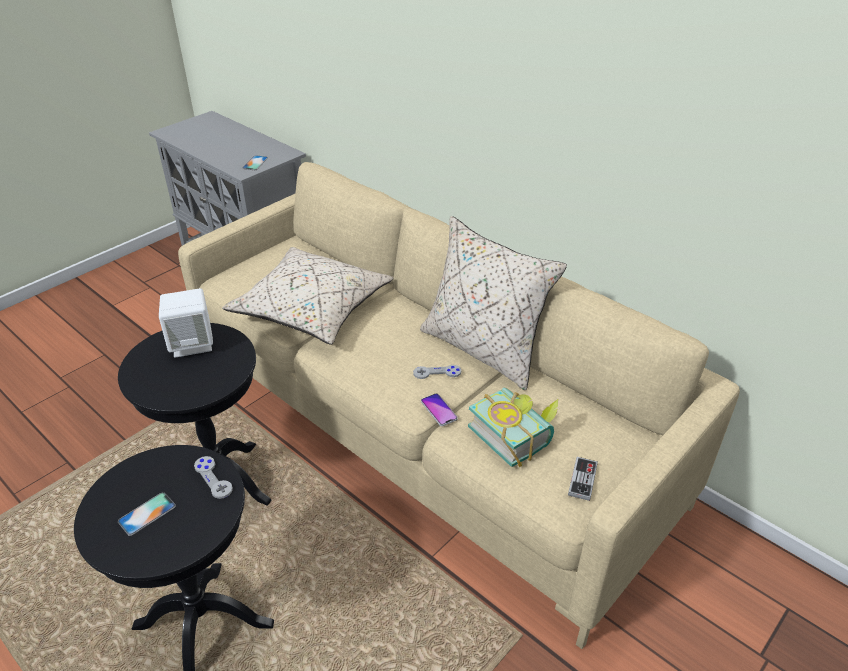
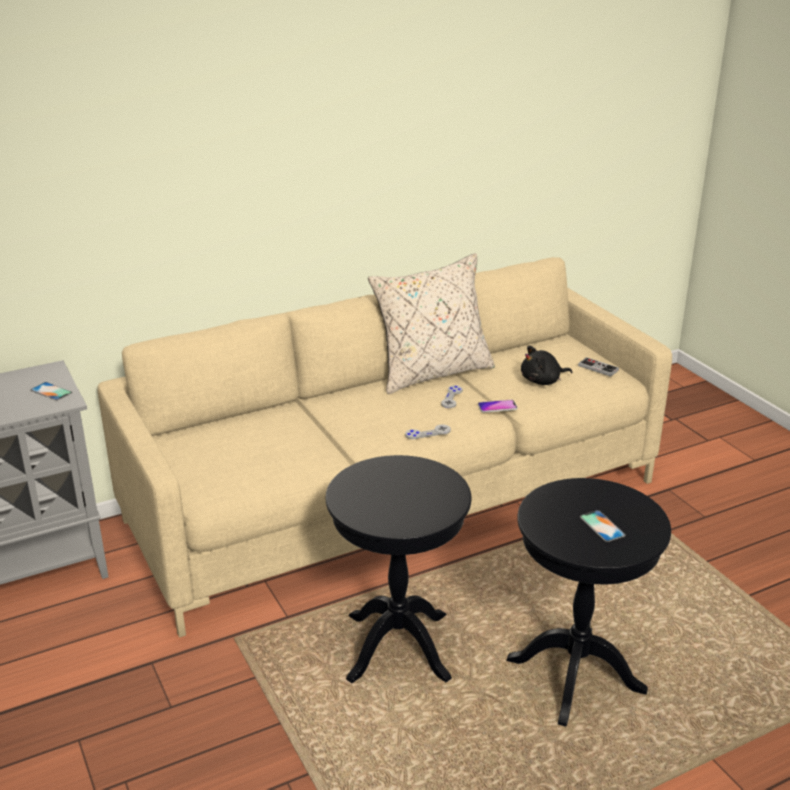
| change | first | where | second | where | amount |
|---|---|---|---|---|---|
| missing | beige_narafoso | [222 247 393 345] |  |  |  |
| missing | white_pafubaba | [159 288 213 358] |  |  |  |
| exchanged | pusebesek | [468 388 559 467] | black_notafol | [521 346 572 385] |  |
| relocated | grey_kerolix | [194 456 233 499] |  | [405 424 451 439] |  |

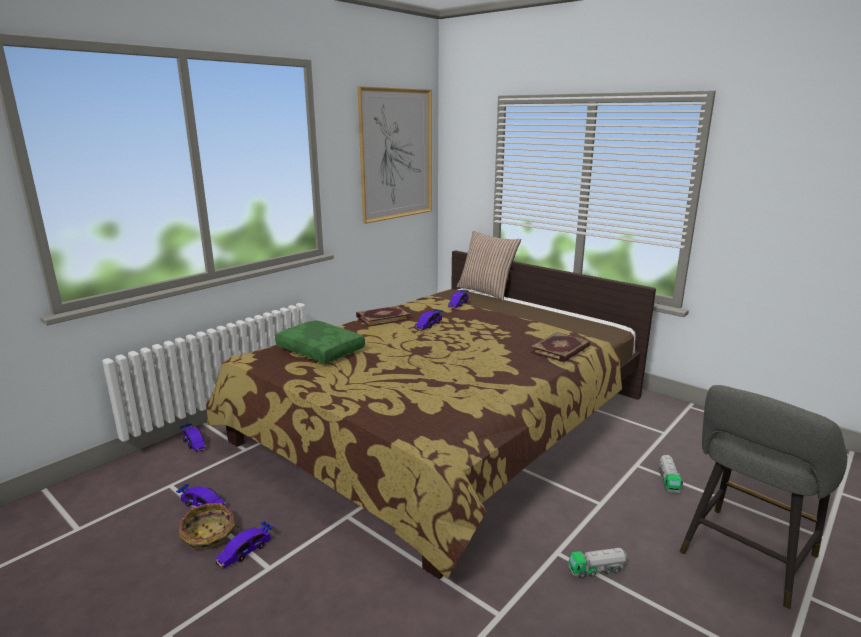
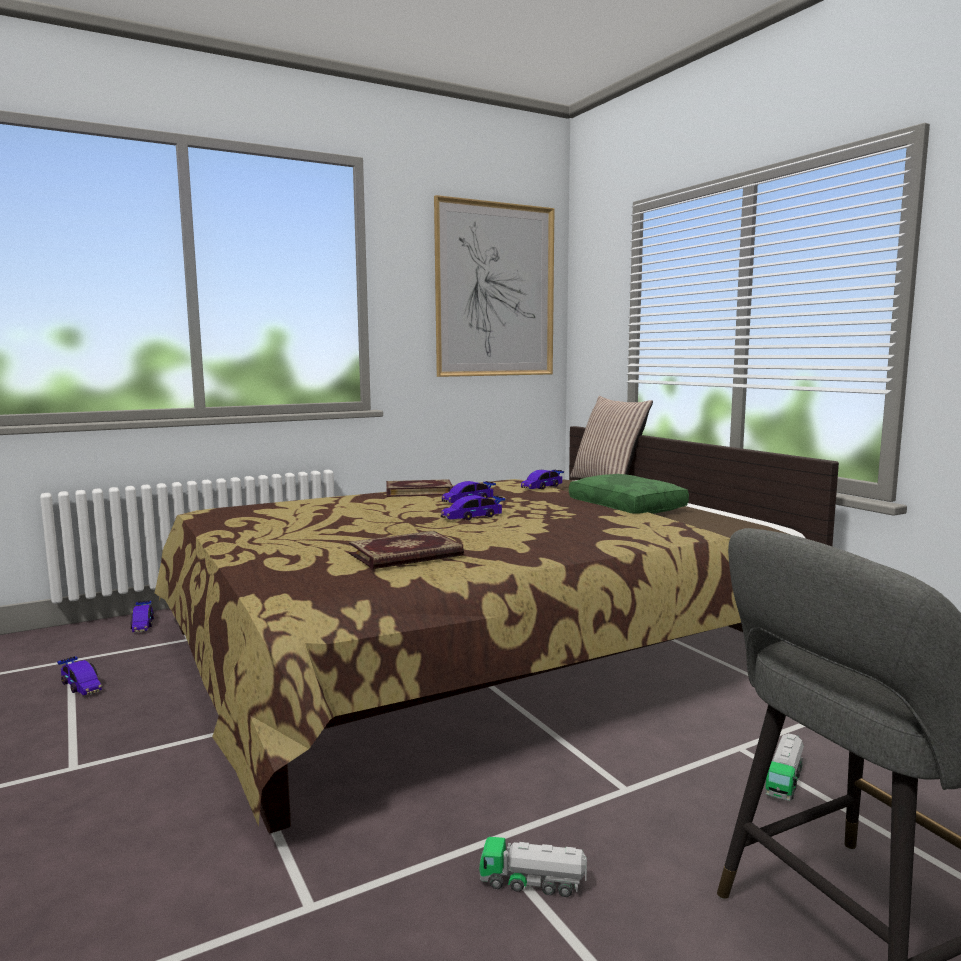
| change | first | where | second | where | amount |
|---|---|---|---|---|---|
| relocated | green_narafoso | [275 320 365 363] |  | [569 474 689 514] |  |
| relocated | pusebesek | [530 332 590 362] |  | [349 531 464 569] |  |
| missing | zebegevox | [179 503 241 550] |  |  |  |
| relocated | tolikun | [215 521 273 568] |  | [441 495 506 520] |  |

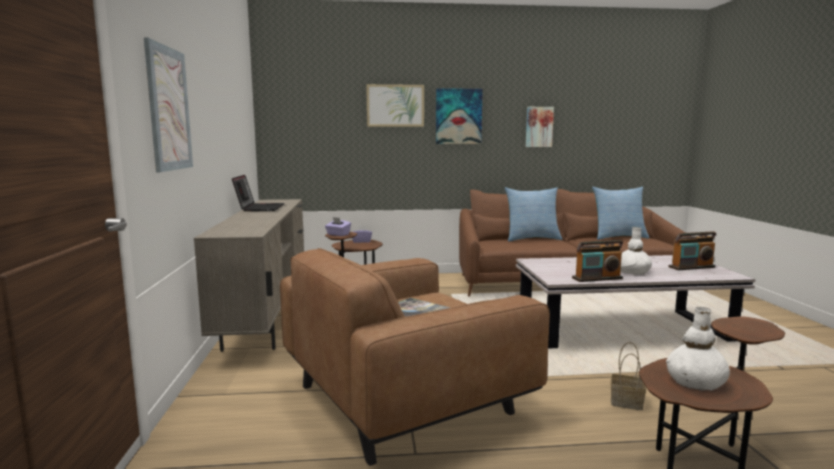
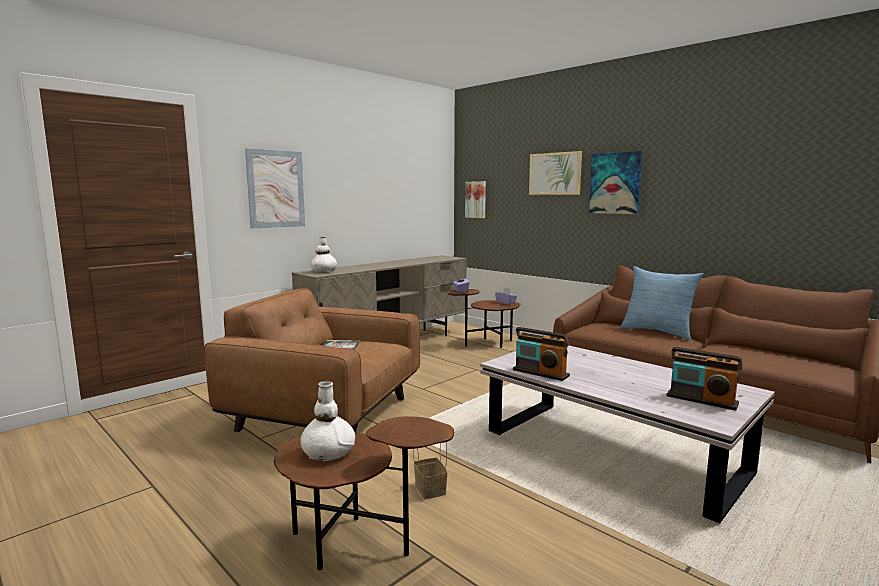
| change | first | where | second | where | amount |
|---|---|---|---|---|---|
| relocated | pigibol | [526 107 554 147] |  | [465 181 486 218] |  |
| missing | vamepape | [232 175 284 211] |  |  |  |
| missing | narafoso | [592 187 649 240] |  |  |  |
| relocated | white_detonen | [621 227 652 275] |  | [311 236 337 273] |  |

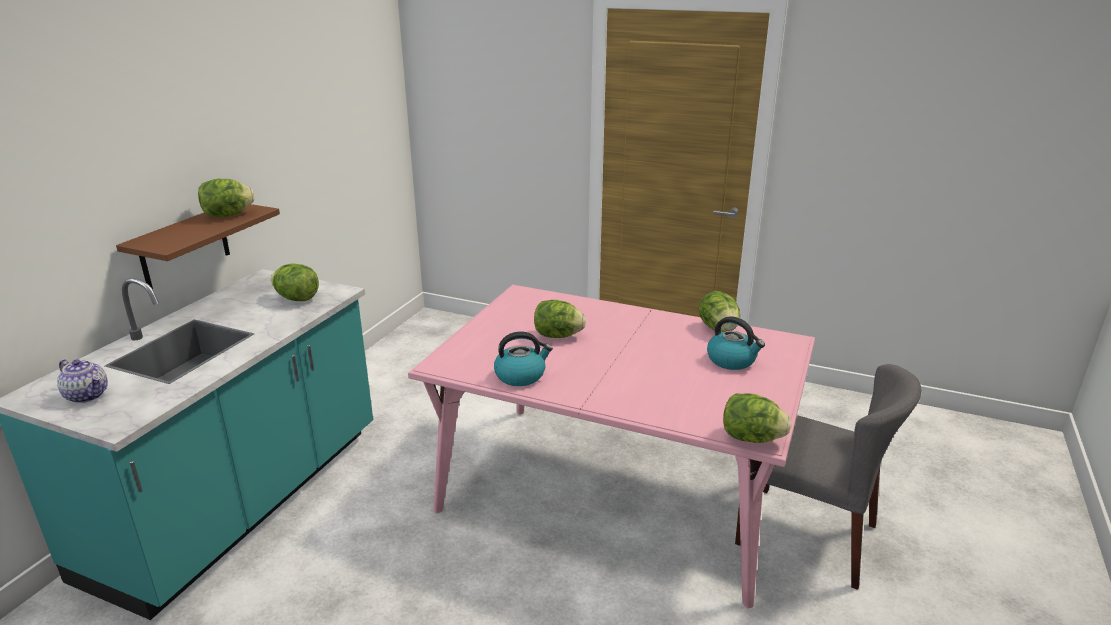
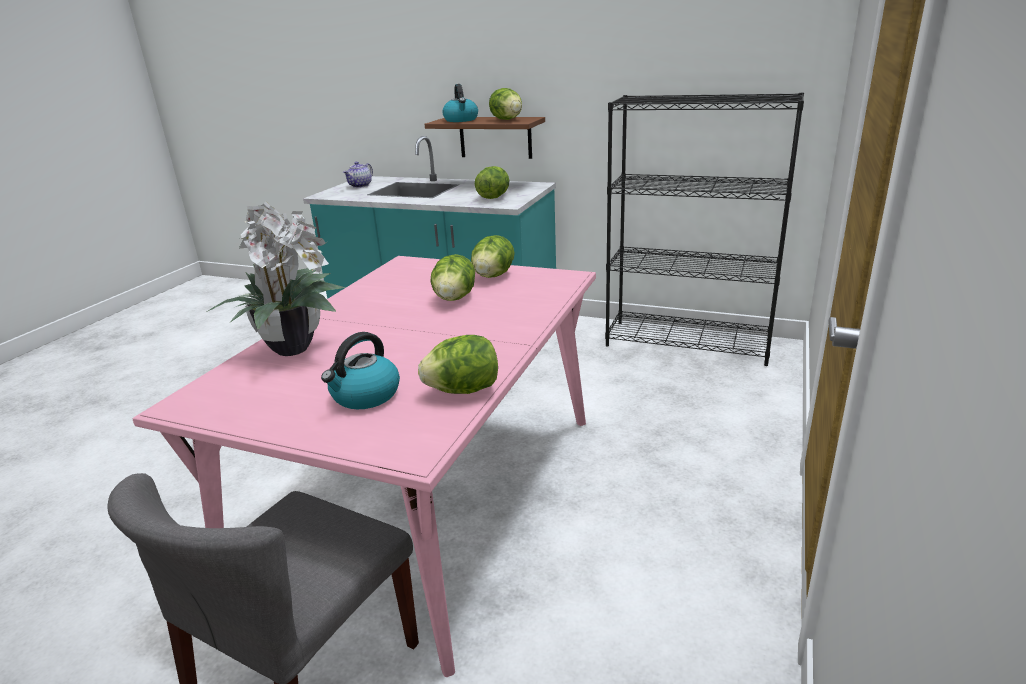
| change | first | where | second | where | amount |
|---|---|---|---|---|---|
| relocated | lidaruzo | [494 331 553 386] |  | [442 84 478 122] |  |
| relocated | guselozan | [723 393 792 443] |  | [471 235 515 278] |  |
| appeared |  |  | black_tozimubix | [605 93 804 366] |  |
| appeared |  |  | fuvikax | [208 201 346 356] |  |

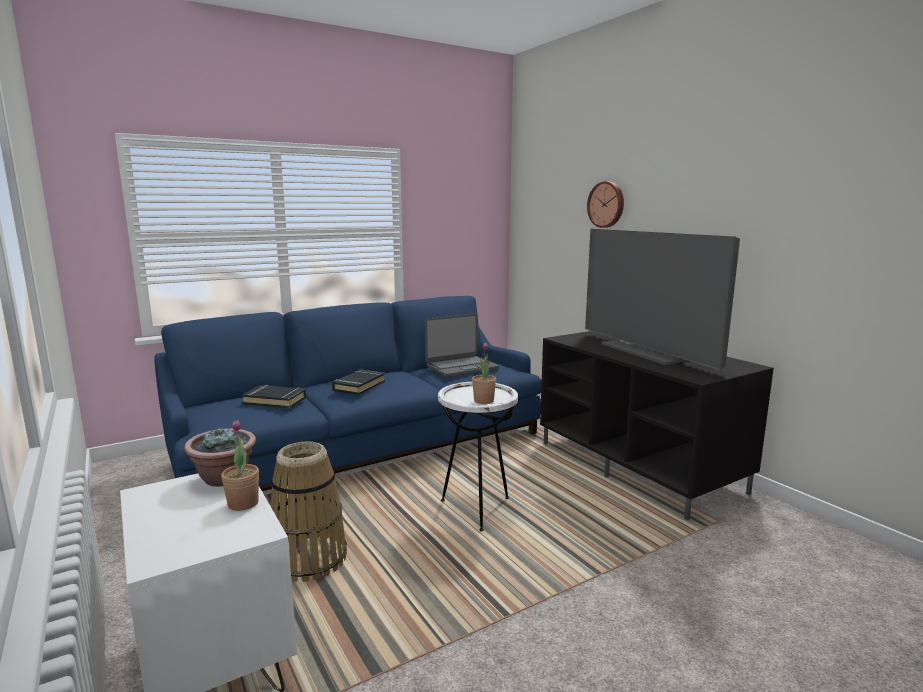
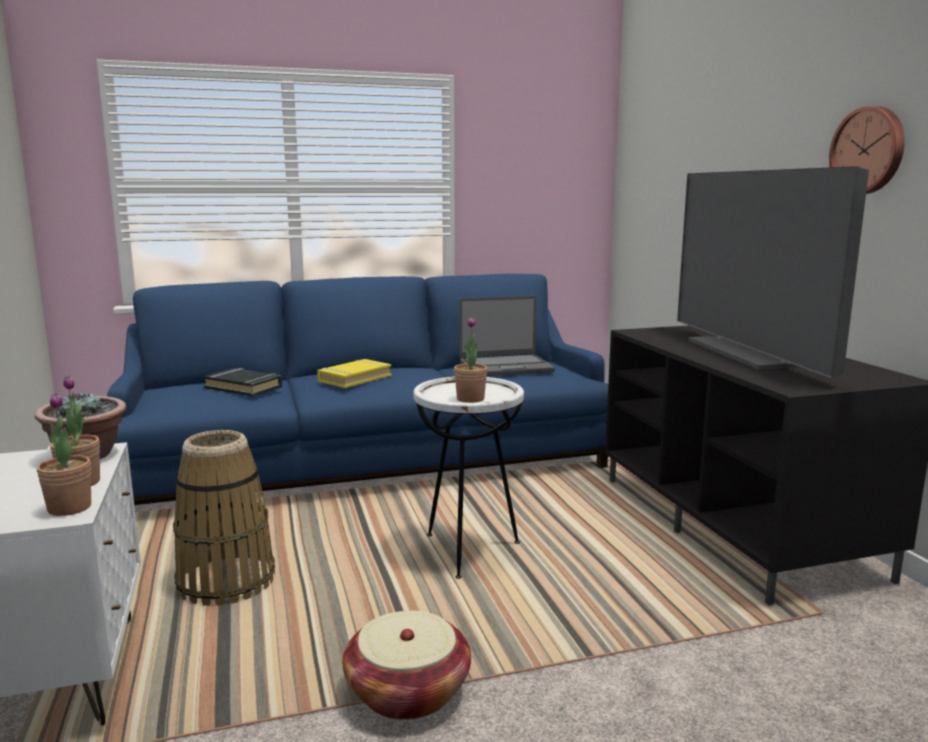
| change | first | where | second | where | amount |
|---|---|---|---|---|---|
| relocated | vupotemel | [587 181 624 228] |  | [829 106 905 194] |  |
| colour | black_pusebesek | [332 370 385 395] | yellow_pusebesek | [317 359 392 388] |  |
| appeared |  |  | fuvikax | [37 393 91 516] |  |
| appeared |  |  | zebegevox | [343 611 471 720] |  |

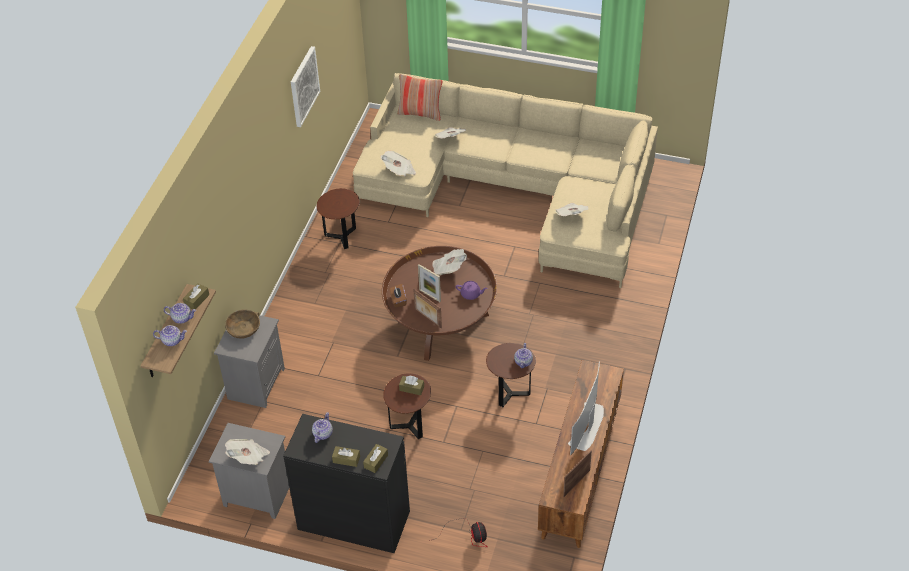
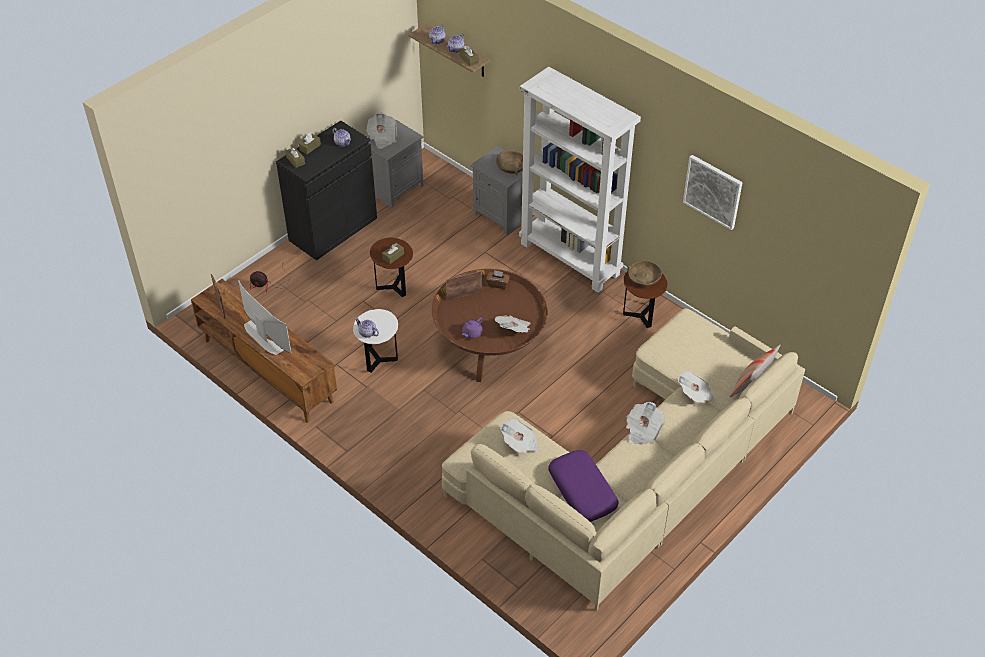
| change | first | where | second | where | amount |
|---|---|---|---|---|---|
| relocated | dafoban | [380 151 416 176] |  | [626 402 665 444] |  |
| missing | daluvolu | [418 264 441 302] |  |  |  |
| colour | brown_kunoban | [486 343 536 407] | white_kunoban | [353 309 398 373] |  |
| appeared |  |  | white_tozimubix | [519 67 641 293] |  |
| appeared |  |  | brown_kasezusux | [627 261 662 286] |  |
| appeared |  |  | purple_narafoso | [548 450 619 522] |  |

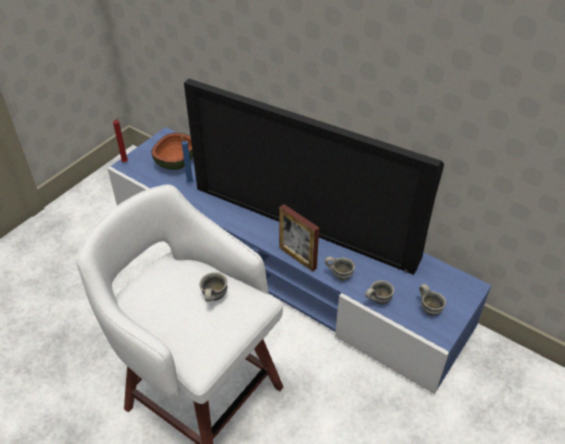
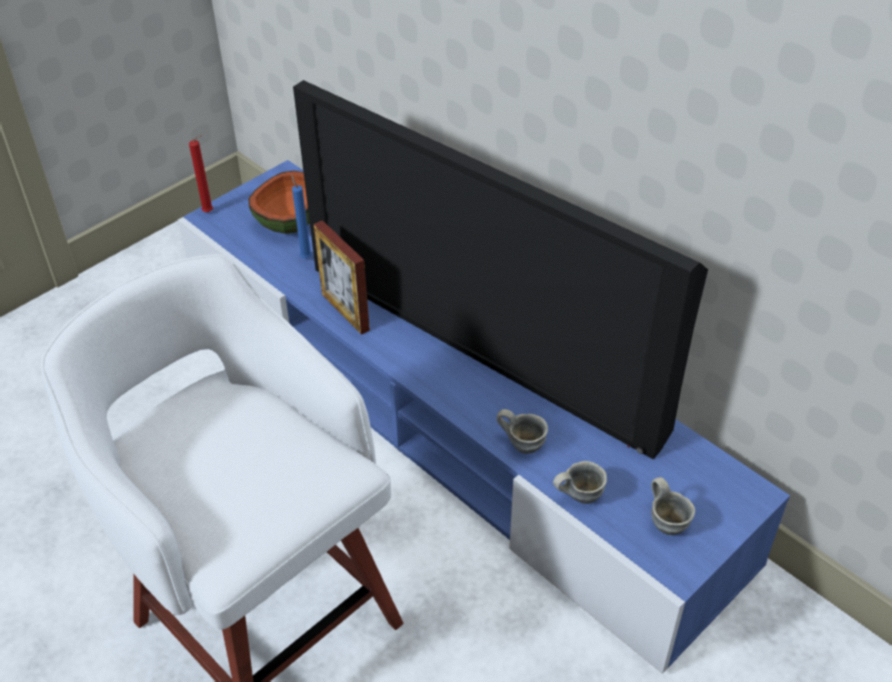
| change | first | where | second | where | amount |
|---|---|---|---|---|---|
| relocated | daluvolu | [279 204 319 272] |  | [313 220 370 335] |  |
| missing | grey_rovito | [199 272 227 302] |  |  |  |

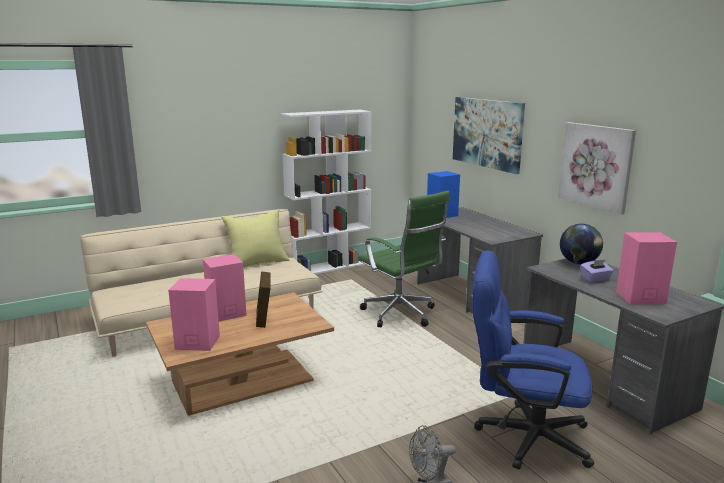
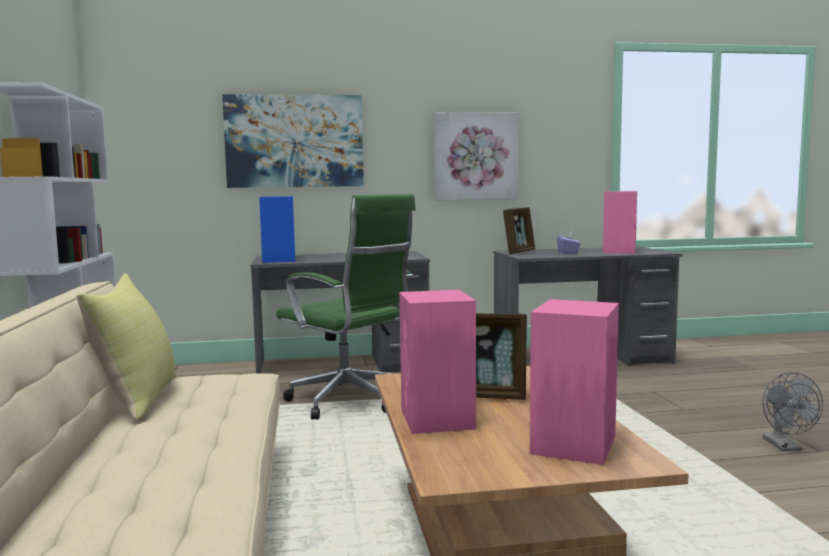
| change | first | where | second | where | amount |
|---|---|---|---|---|---|
| spun | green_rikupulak | [358 191 450 327] |  | [276 194 416 420] | 60 degrees clockwise |
| exchanged | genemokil | [560 224 603 264] | daluvolu | [503 207 535 254] |  |
| missing | blue_rikupulak | [473 251 594 470] |  |  |  |

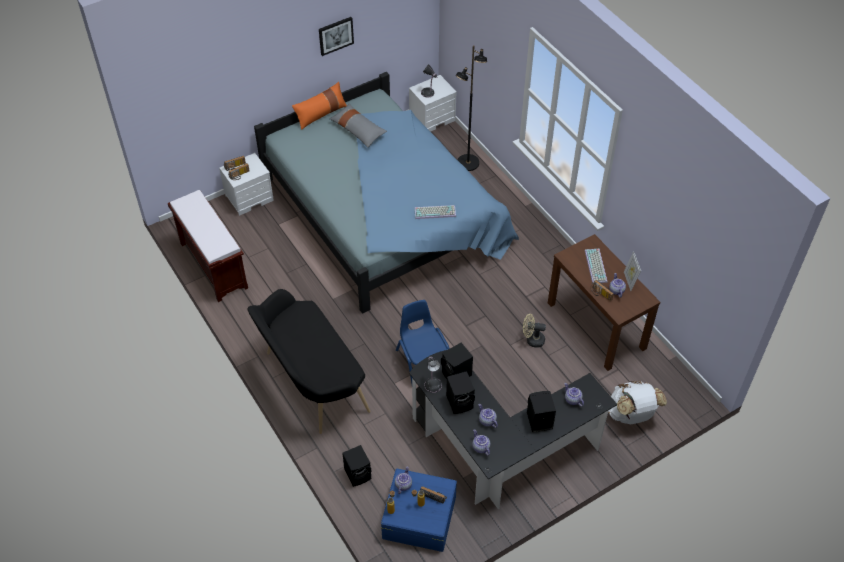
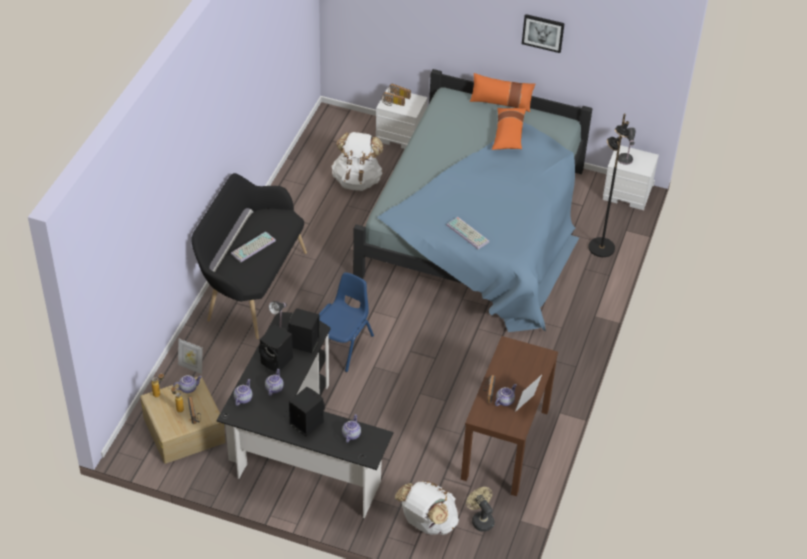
| change | first | where | second | where | amount |
|---|---|---|---|---|---|
| colour | grey_narafoso | [329 104 387 148] | orange_narafoso | [492 108 527 150] |  |
| missing | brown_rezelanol | [168 190 248 302] |  |  |  |
| relocated | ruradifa | [585 249 608 284] |  | [231 232 276 262] |  |
| relocated | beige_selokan | [523 314 546 348] |  | [466 487 495 532] |  |
| exchanged | black_pafubaba | [342 445 372 487] | daluvolu | [178 338 203 374] |  |
| colour | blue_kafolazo | [381 469 457 552] | beige_kafolazo | [140 376 226 464] |  |
| appeared |  |  | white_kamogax | [331 132 383 191] |  |

